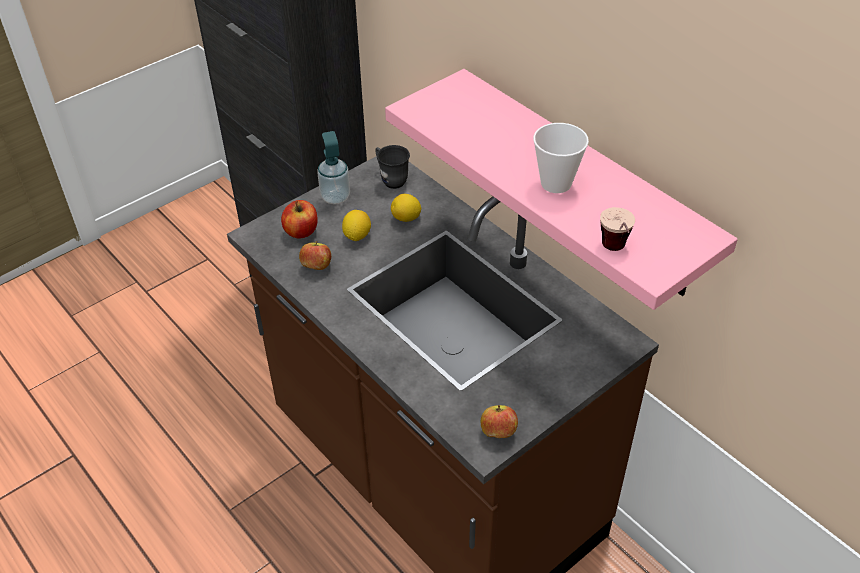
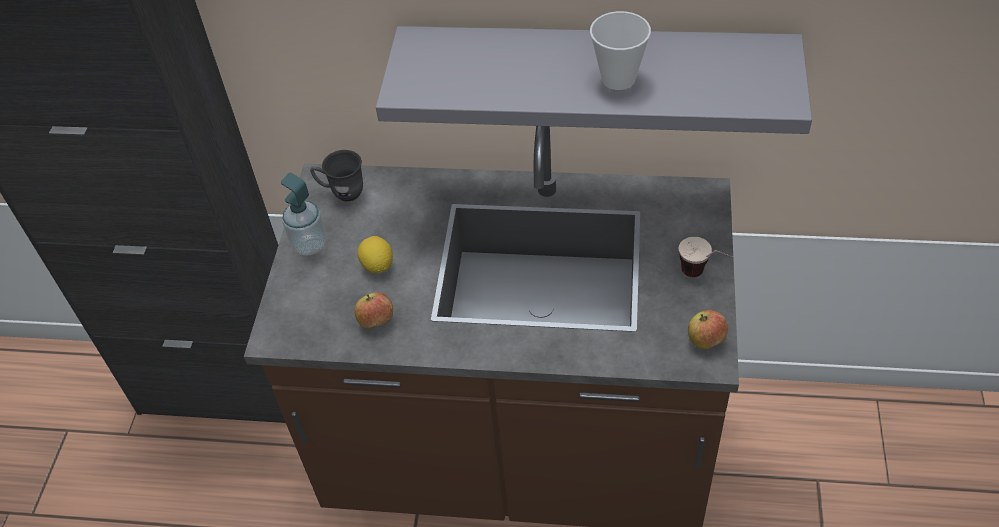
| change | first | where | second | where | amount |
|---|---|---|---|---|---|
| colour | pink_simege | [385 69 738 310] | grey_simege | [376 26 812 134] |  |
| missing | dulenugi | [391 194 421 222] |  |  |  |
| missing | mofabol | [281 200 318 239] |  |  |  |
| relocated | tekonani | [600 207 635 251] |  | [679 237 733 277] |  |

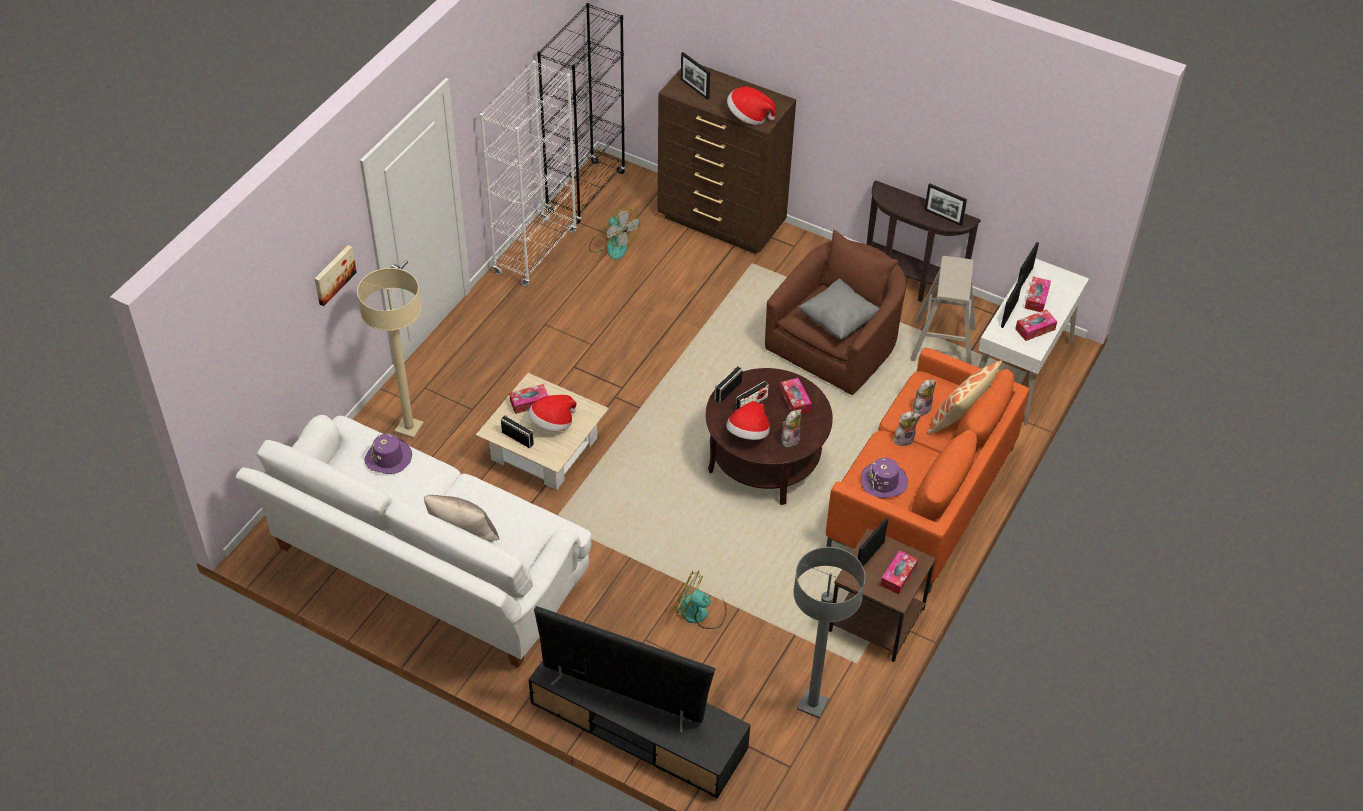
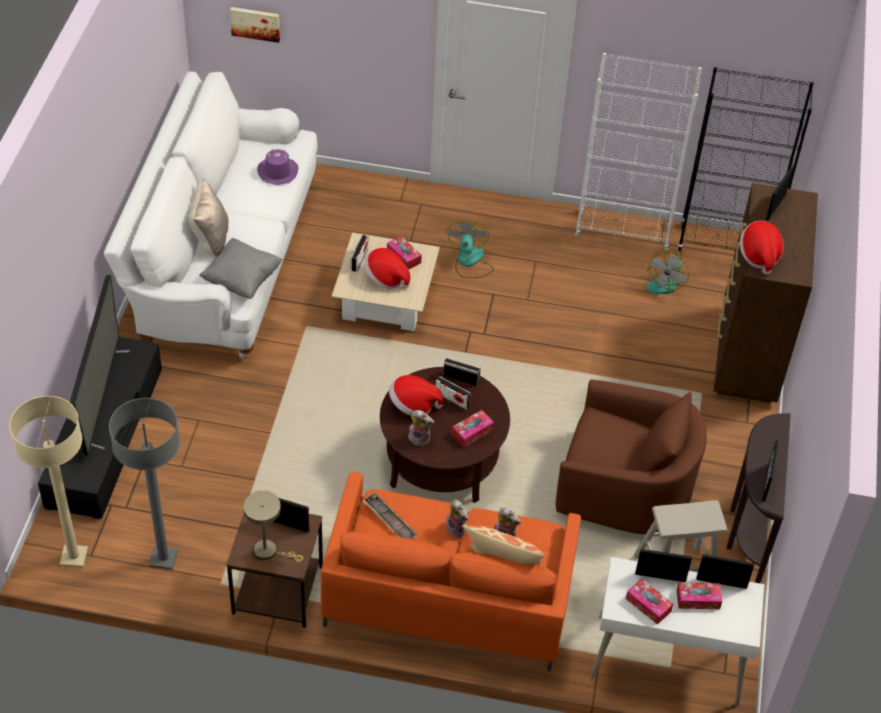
| change | first | where | second | where | amount |
|---|---|---|---|---|---|
| relocated | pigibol | [314 245 357 306] |  | [230 7 280 43] |  |
| relocated | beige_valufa | [357 268 424 438] |  | [9 396 88 567] |  |
| relocated | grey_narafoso | [798 278 880 339] |  | [199 238 283 299] |  |
| exchanged | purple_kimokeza | [861 458 908 498] | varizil | [363 492 418 539] |  |
| exchanged | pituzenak | [880 550 918 595] | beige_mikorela | [244 491 303 562] |  |
| relocated | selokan | [673 571 727 629] |  | [446 219 494 278] |  |

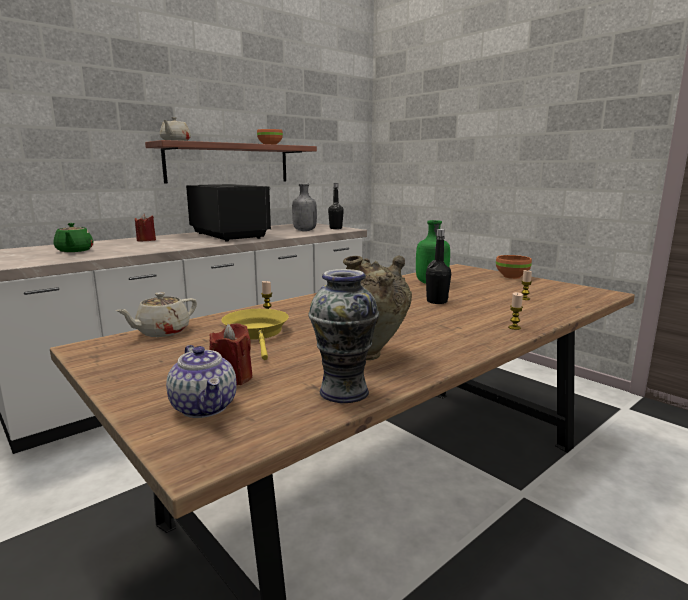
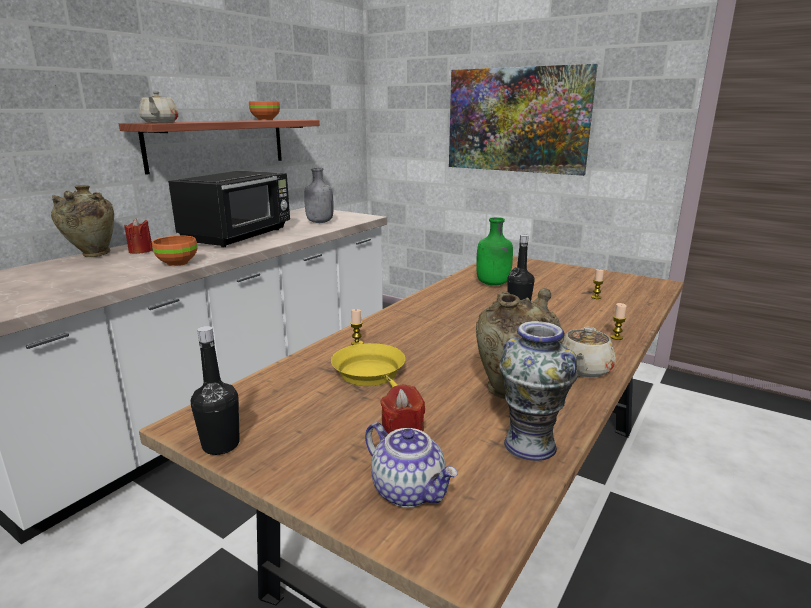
| change | first | where | second | where | amount |
|---|---|---|---|---|---|
| relocated | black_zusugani | [328 183 344 229] |  | [191 326 240 455] |  |
| spun | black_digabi | [186 184 271 242] |  | [168 171 290 247] | 75 degrees clockwise |
| missing | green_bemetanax | [54 223 94 252] |  |  |  |
| relocated | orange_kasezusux | [496 255 532 279] |  | [152 236 197 266] |  |
| relocated | beige_bemetanax | [116 292 197 337] |  | [562 327 616 378] |  |
| appeared |  |  | pigibol | [449 64 598 176] |  |
| appeared |  |  | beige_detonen | [51 185 114 257] |  |

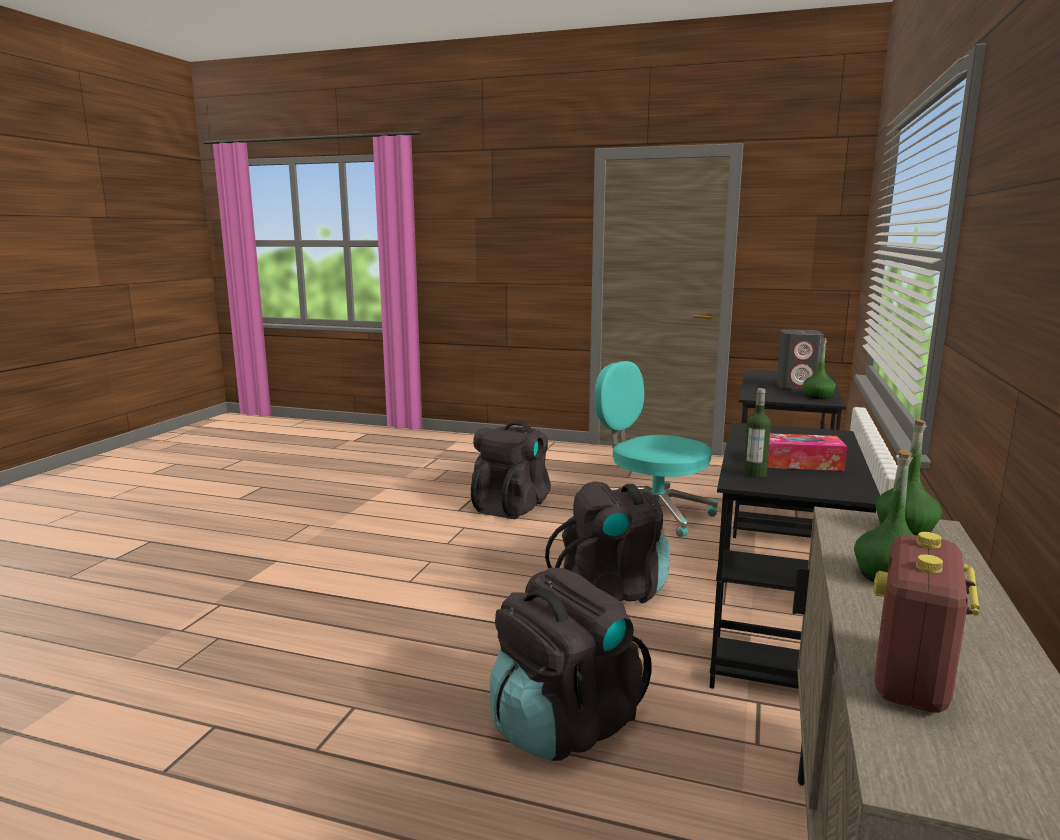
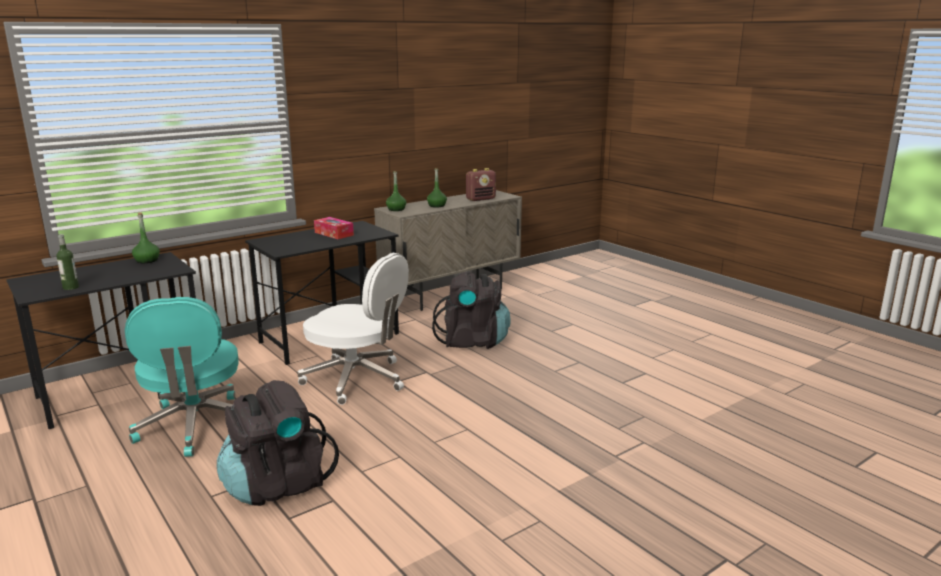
| change | first | where | second | where | amount |
|---|---|---|---|---|---|
| missing | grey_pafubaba | [776 329 824 390] |  |  |  |
| relocated | zusugani | [743 388 771 478] |  | [56 234 79 290] |  |
| exchanged | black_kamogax | [545 481 670 604] | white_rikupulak | [297 253 409 405] |  |

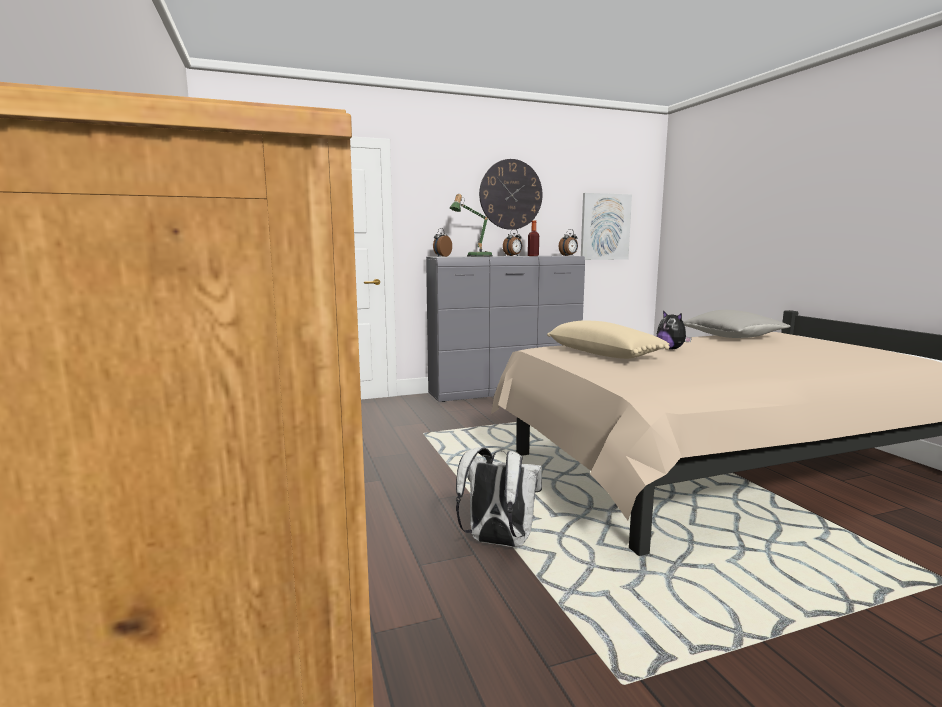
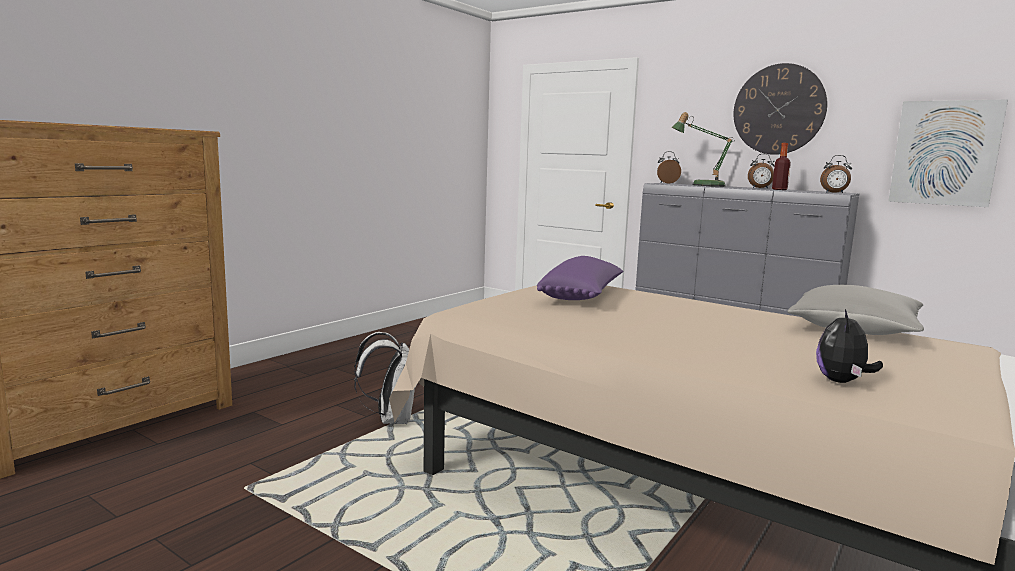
| change | first | where | second | where | amount |
|---|---|---|---|---|---|
| relocated | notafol | [657 311 692 349] |  | [816 309 883 383] |  |
| colour | beige_narafoso | [547 320 670 359] | purple_narafoso | [537 256 624 300] |  |

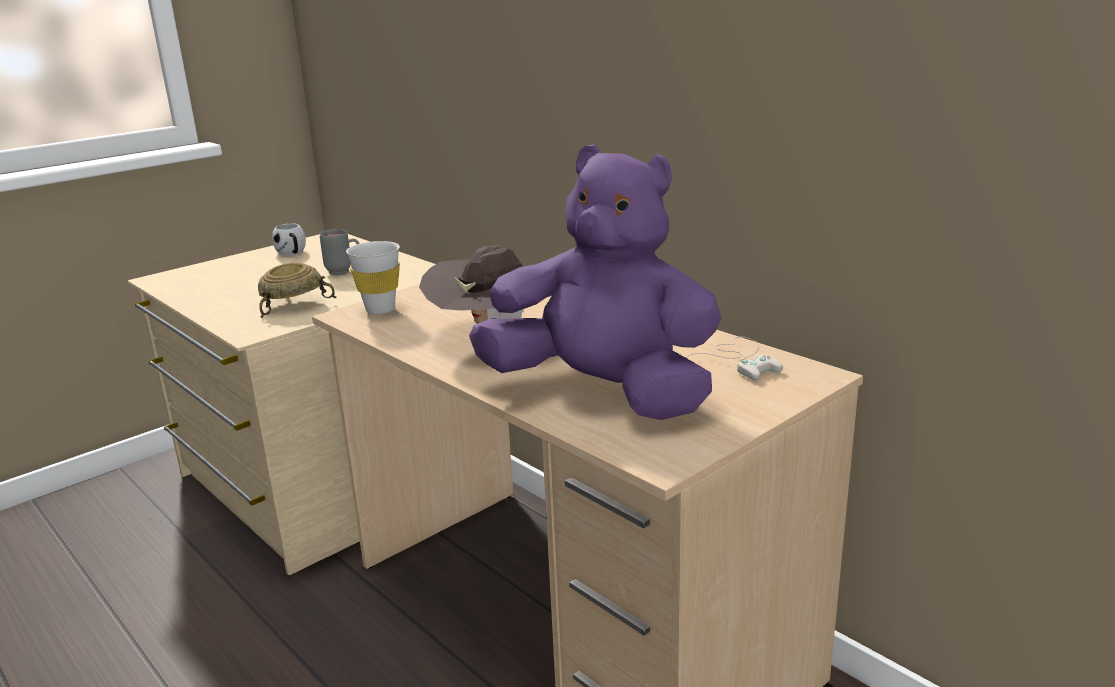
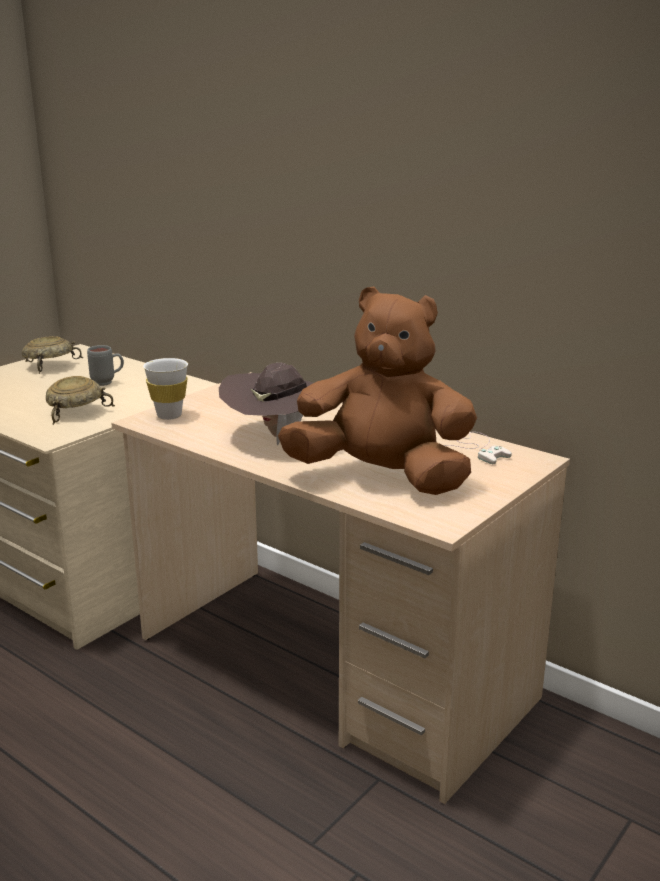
| change | first | where | second | where | amount |
|---|---|---|---|---|---|
| colour | purple_notafol | [469 144 721 420] | brown_notafol | [278 287 477 495] |  |
| exchanged | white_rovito | [272 224 306 256] | beige_kasezusux | [22 336 83 374] |  |

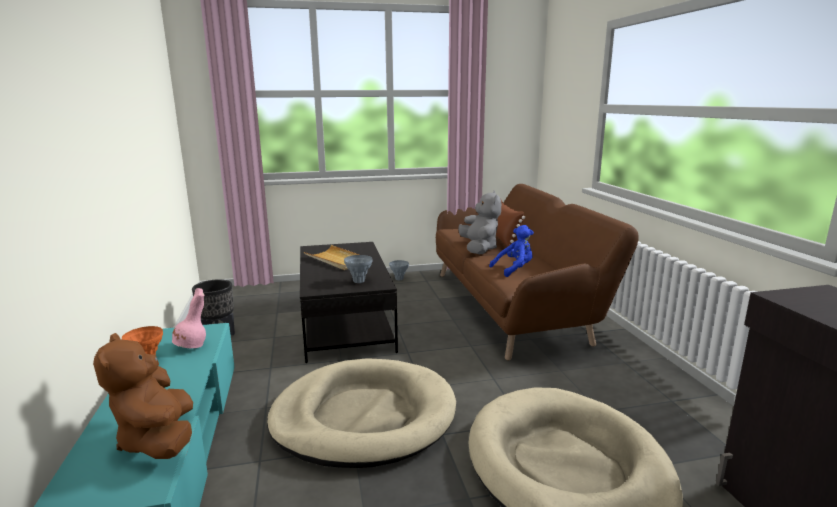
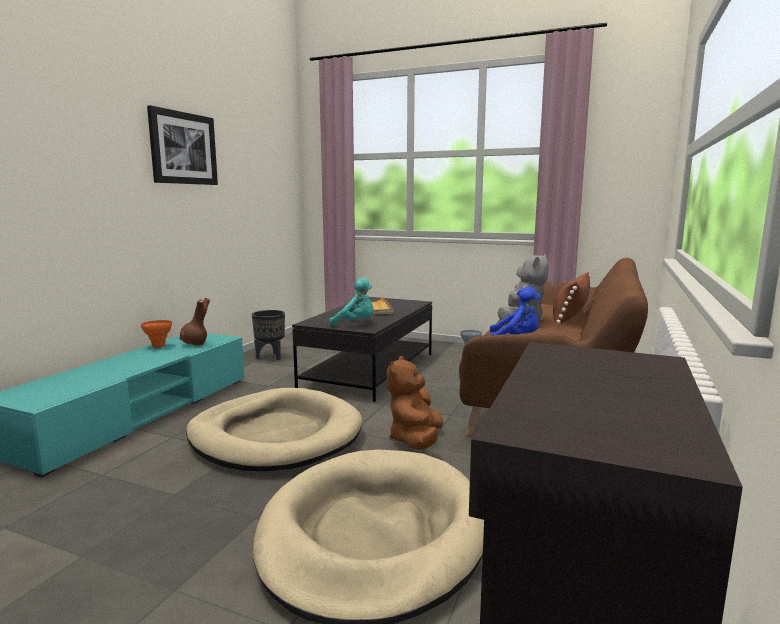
| change | first | where | second | where | amount |
|---|---|---|---|---|---|
| exchanged | grey_detonen | [344 255 373 283] | turquoise_notafol | [330 278 374 326] |  |
| colour | pink_detonen | [172 288 206 348] | brown_detonen | [179 298 210 345] |  |
| relocated | brown_notafol | [93 333 193 459] |  | [387 356 443 450] |  |
| appeared |  |  | pigibol | [147 105 218 185] |  |

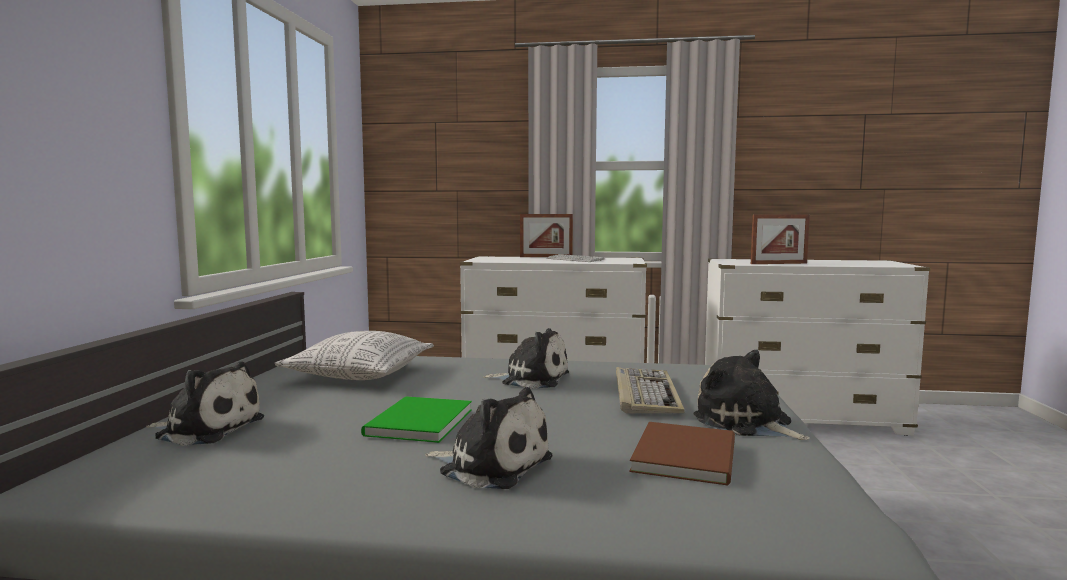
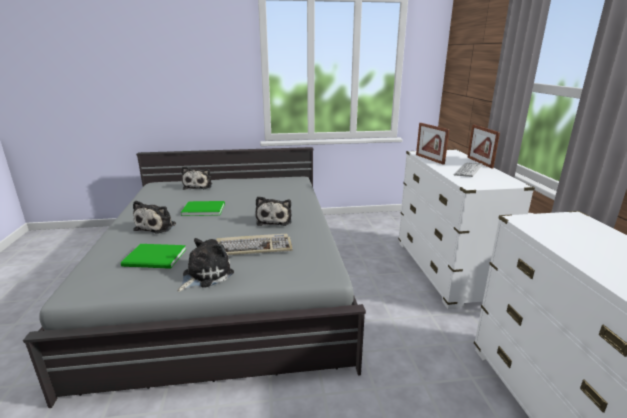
| change | first | where | second | where | amount |
|---|---|---|---|---|---|
| relocated | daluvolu | [751 214 810 264] |  | [416 123 449 165] |  |
| missing | narafoso | [274 331 434 380] |  |  |  |
| colour | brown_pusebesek | [630 422 735 485] | green_pusebesek | [121 244 186 269] |  |

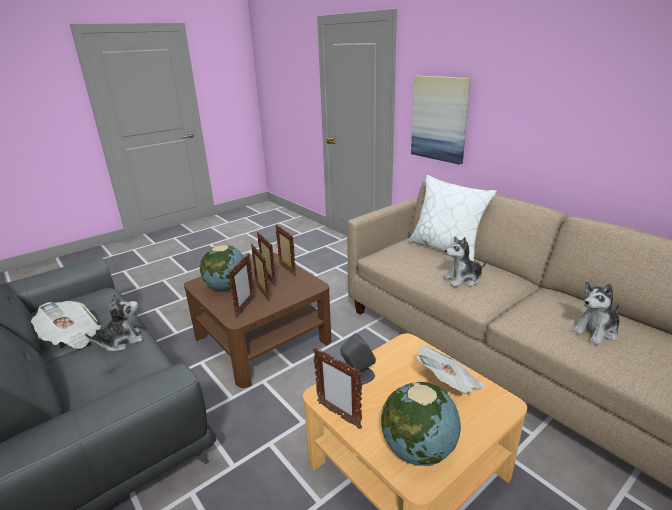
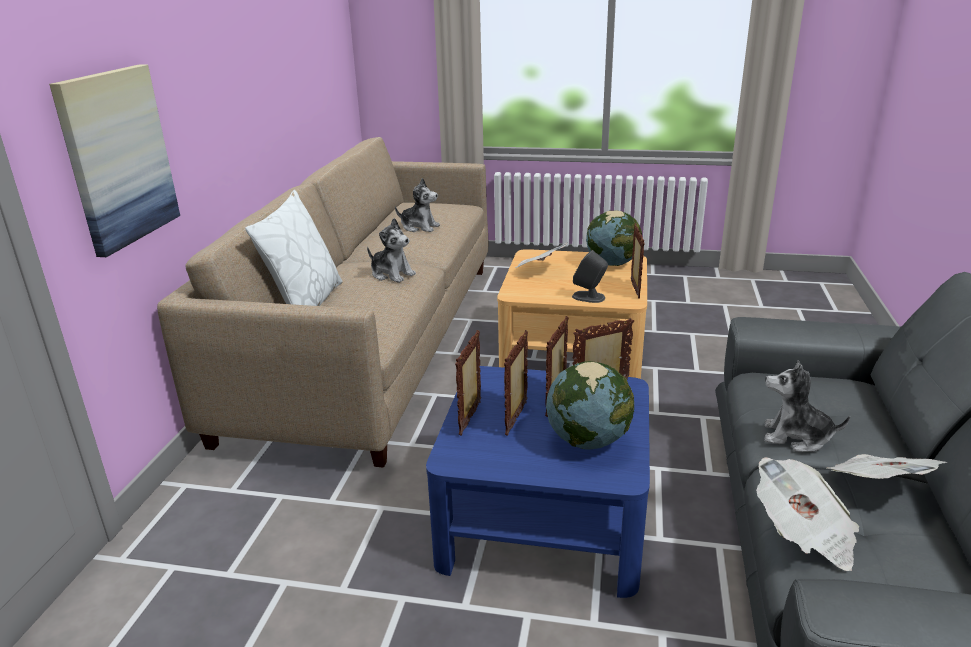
| change | first | where | second | where | amount |
|---|---|---|---|---|---|
| colour | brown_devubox | [184 253 331 388] | blue_devubox | [426 366 650 598] |  |
| appeared |  |  | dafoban | [756 457 859 571] |  |

